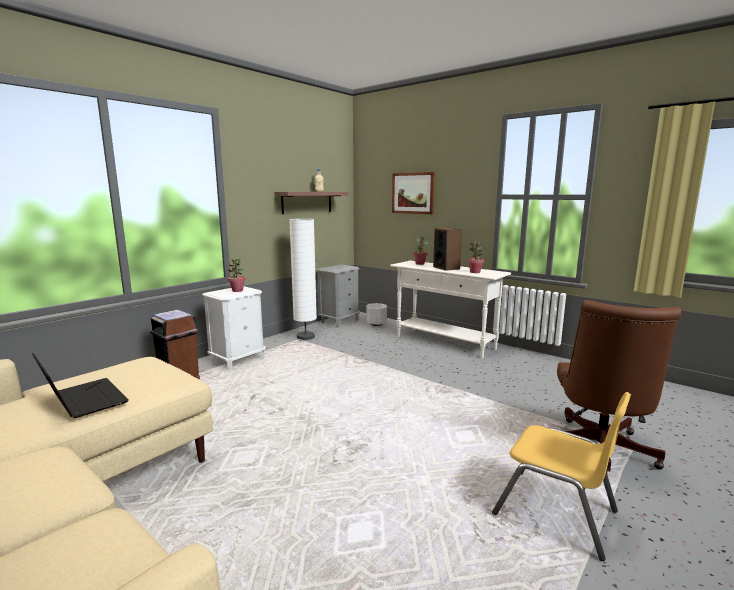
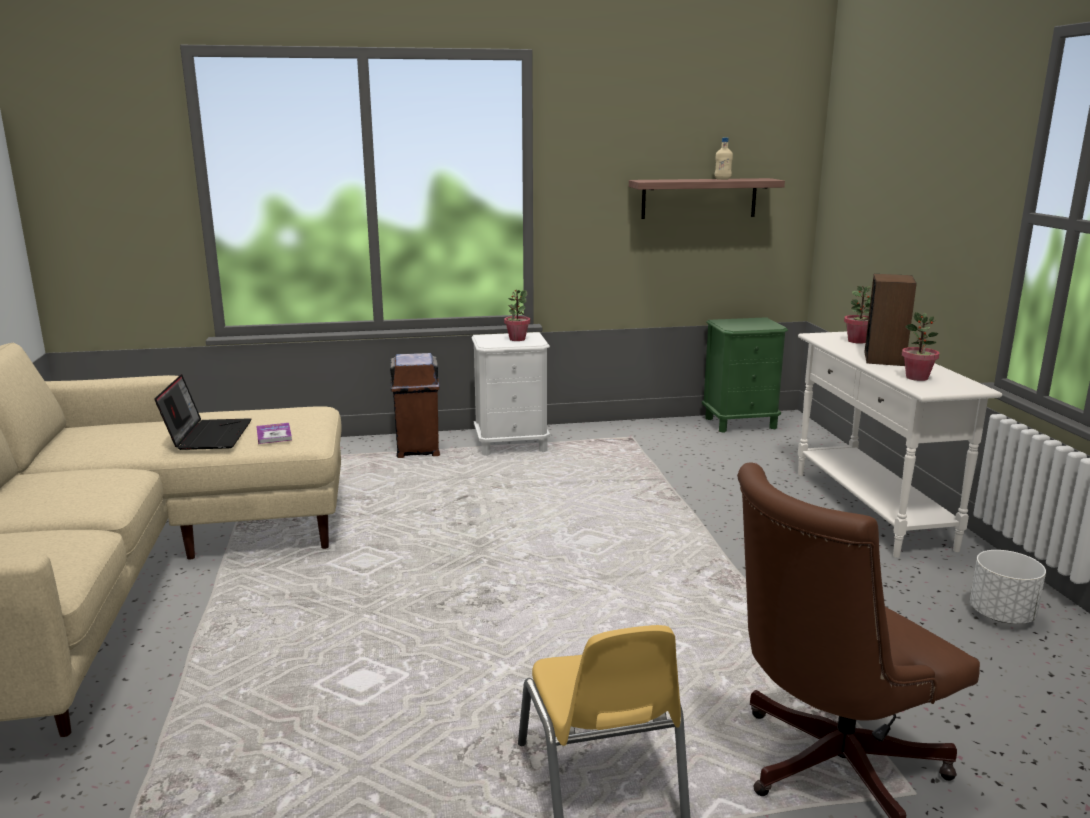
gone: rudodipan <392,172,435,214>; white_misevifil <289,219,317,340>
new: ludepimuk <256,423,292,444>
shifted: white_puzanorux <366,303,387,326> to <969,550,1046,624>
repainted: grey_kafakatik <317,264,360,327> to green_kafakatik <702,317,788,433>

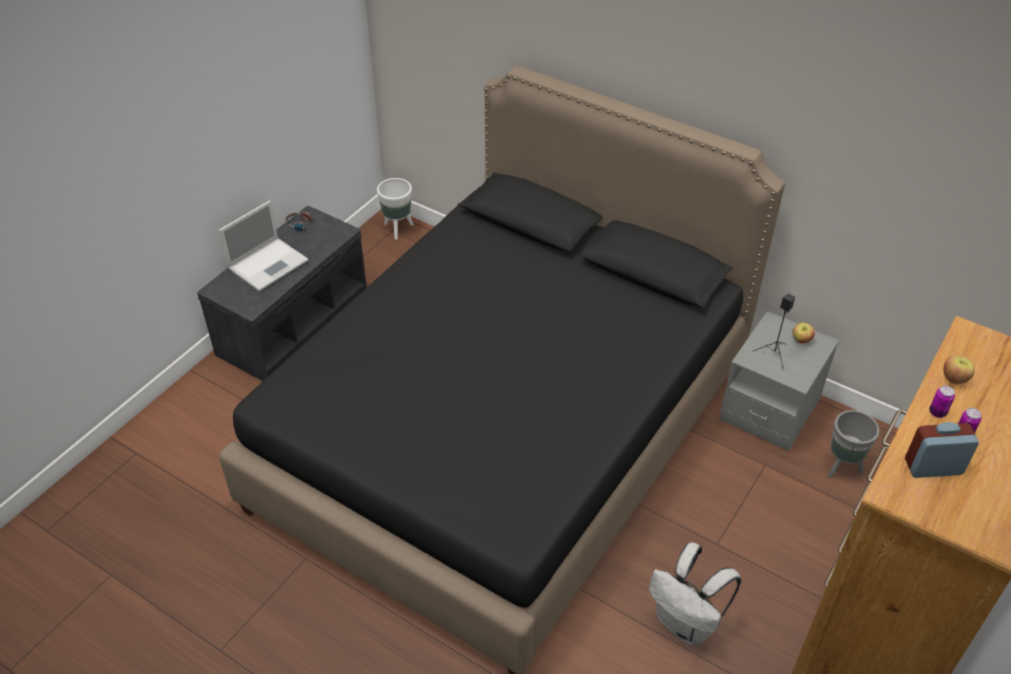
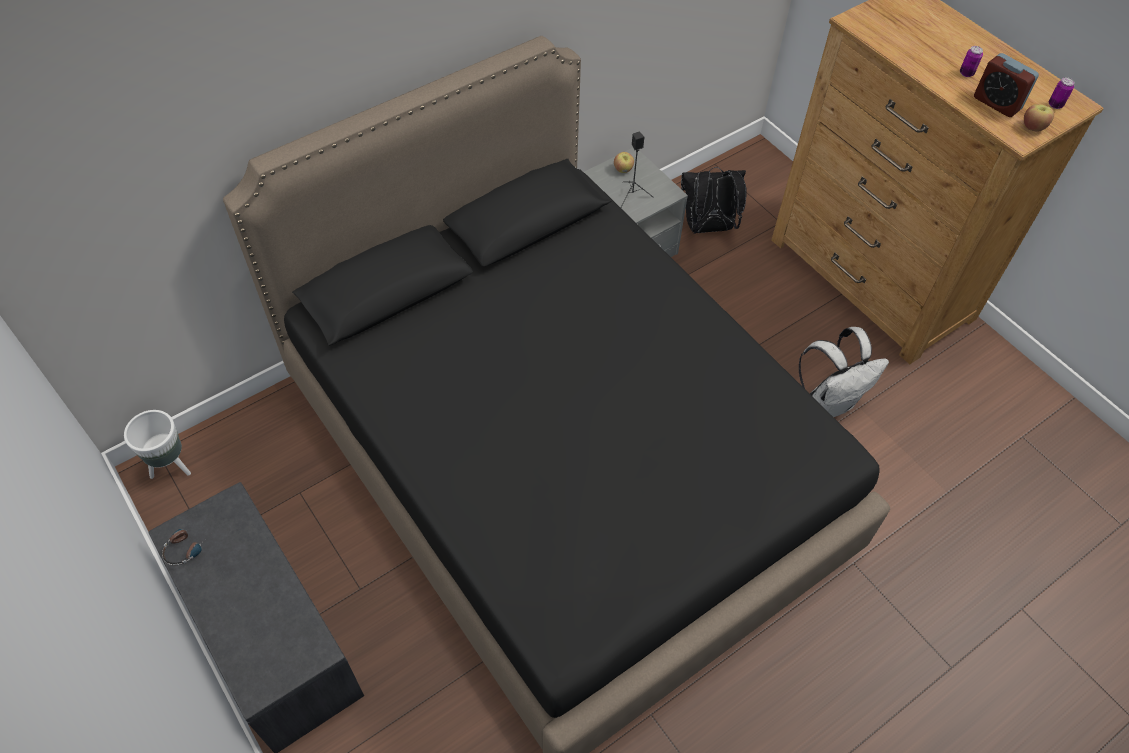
gone: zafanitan <218,201,309,291>
shifted: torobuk <943,355,975,384> to <1024,104,1054,131>; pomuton <929,385,955,418> to <1049,77,1075,109>
swapped: grey_puzanorux <828,410,879,478> to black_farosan <681,167,747,234>
rotated: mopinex <905,422,979,478> = <974,53,1039,117> 60 degrees counterclockwise

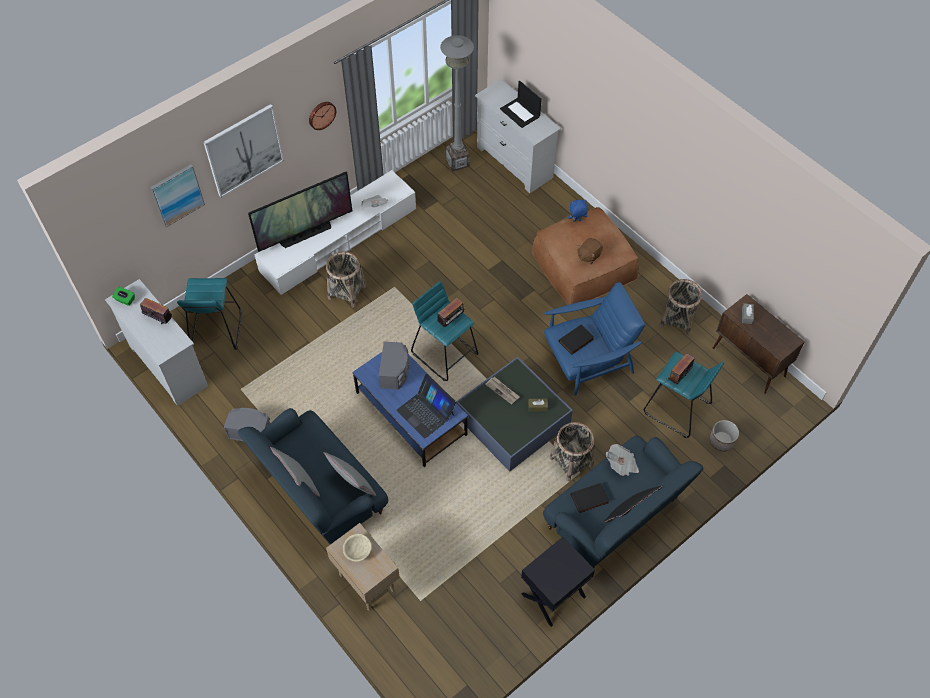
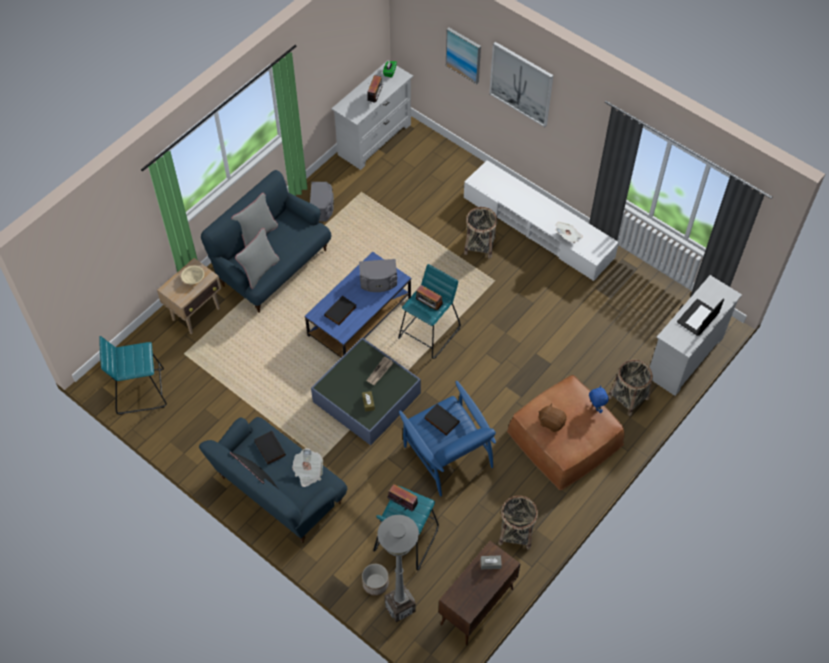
gone: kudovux <309,102,336,130>; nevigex <248,171,352,252>; black_kafakatik <521,537,595,627>
shifted: grey_misevifil <440,35,474,171> to <377,515,419,622>; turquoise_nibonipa <177,278,242,350> to <100,336,167,415>; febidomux <550,422,595,481> to <608,360,653,416>
swapped: zafanitan <396,374,456,439> to black_ludepimuk <324,296,357,325>

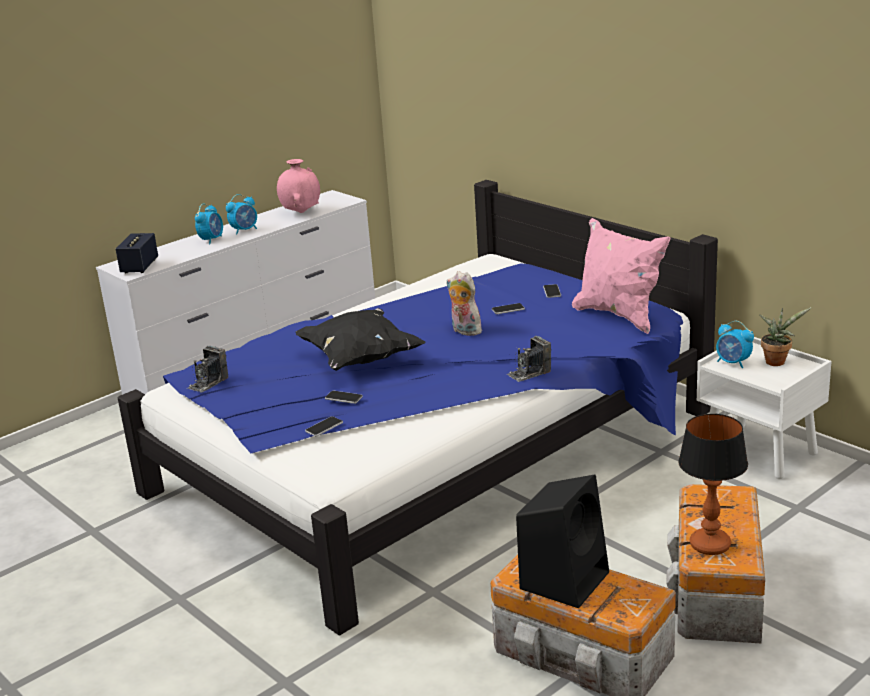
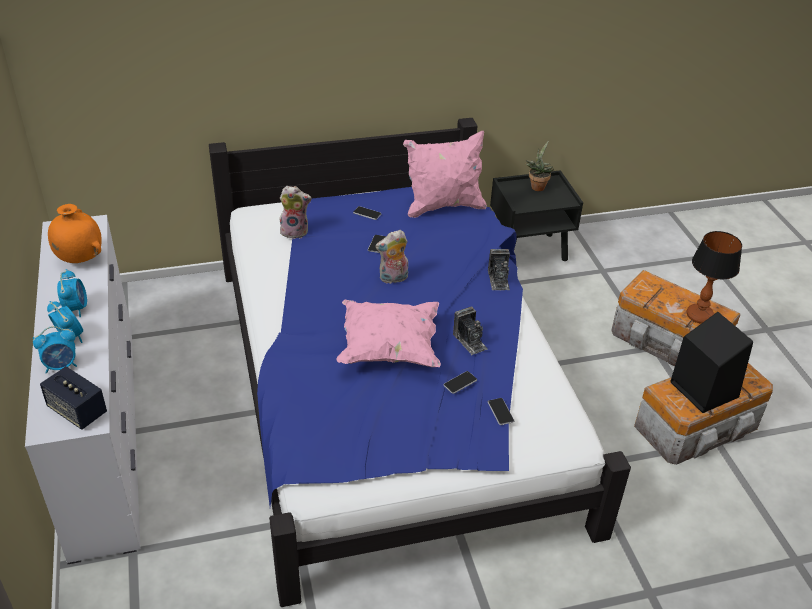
new: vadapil <280,186,312,239>
shifted: mopinex <716,321,754,368> to <33,326,77,374>; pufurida <187,346,228,392> to <453,307,488,355>
repainted: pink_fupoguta <277,159,320,213> to orange_fupoguta <48,204,102,263>; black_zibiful <295,308,426,371> to pink_zibiful <336,300,441,367>; white_kafakatik <697,337,832,479> to black_kafakatik <490,170,583,261>

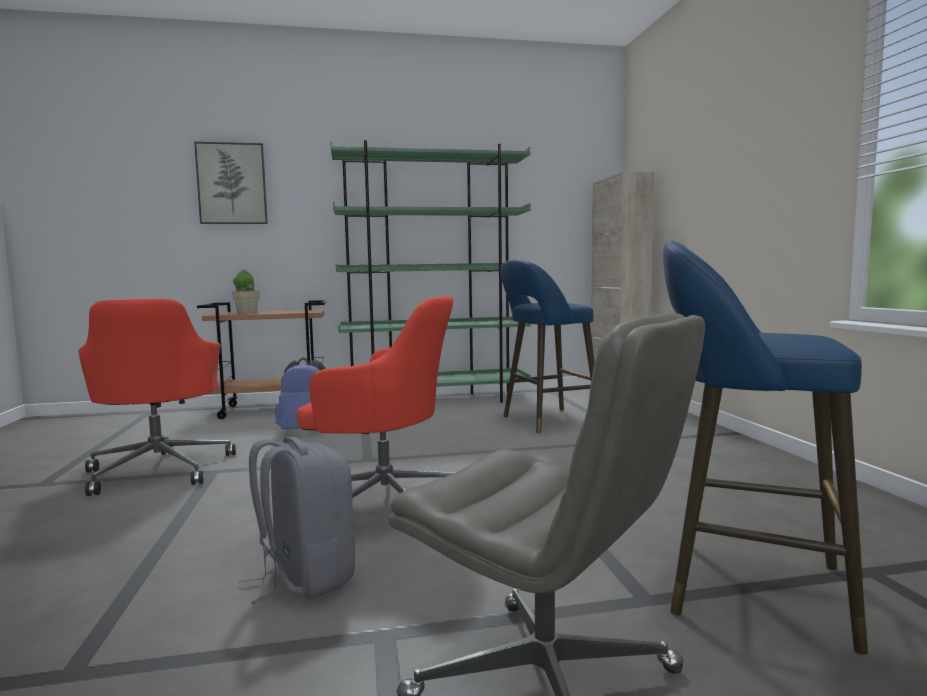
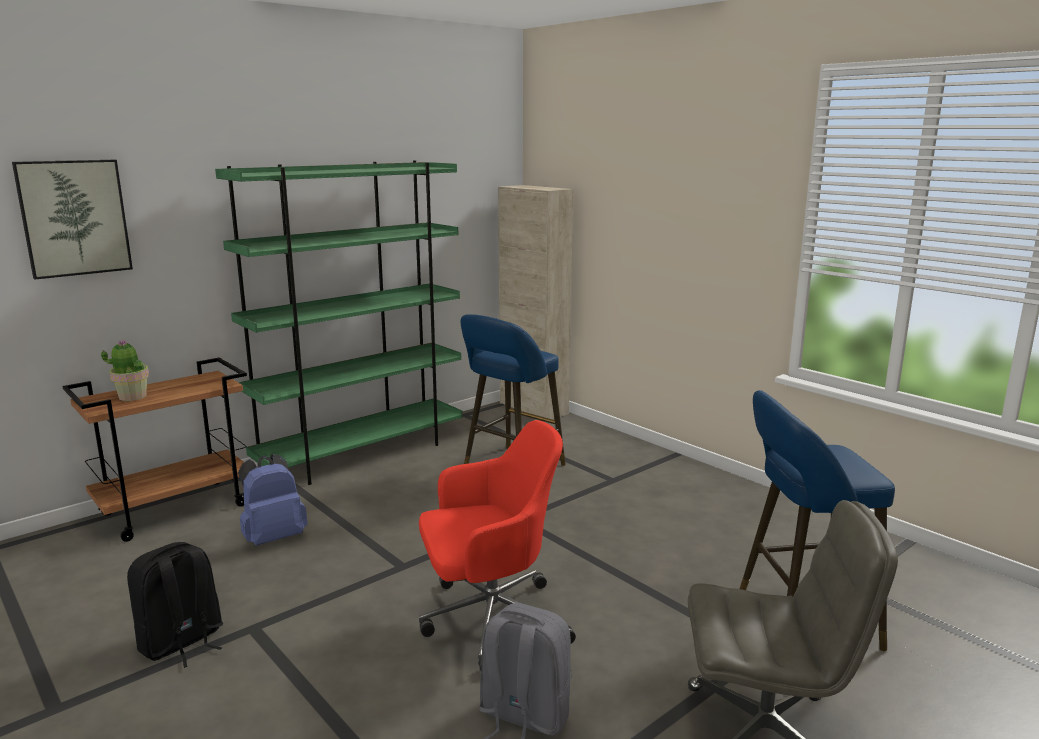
swapped: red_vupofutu <79,299,236,496> to black_farosan <127,542,223,668>

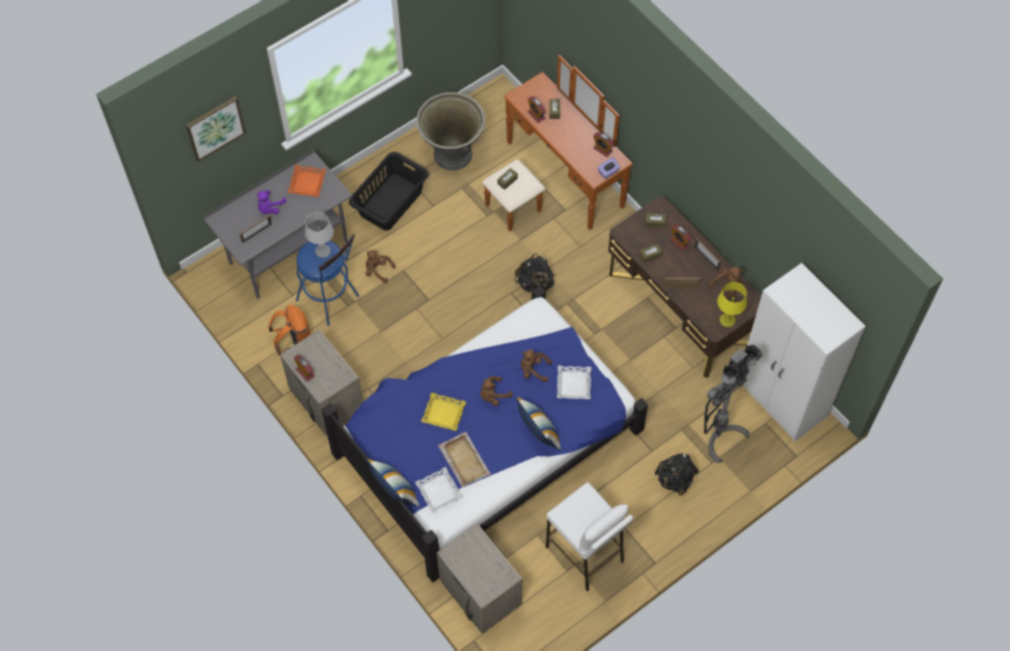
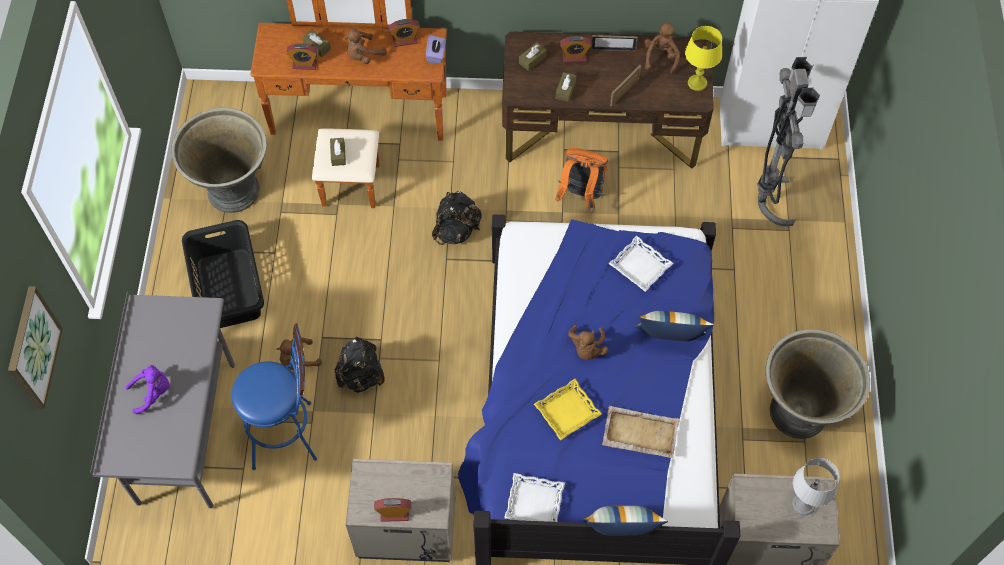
gone: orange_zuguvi <288,165,326,197>; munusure <239,215,272,243>
shifted: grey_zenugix <305,212,334,258> to <792,458,839,515>; orange_farosan <269,305,311,356> to <555,148,608,212>; brown_vadapil <521,349,552,382> to <345,28,387,64>; black_farosan <655,453,699,495> to <334,337,385,393>; white_zuguvi <415,467,463,513> to <504,473,565,522>
swapped: white_nibonipa <546,482,634,592> to grey_puzanorux <766,329,870,439>
rotated: purple_vadapil <257,190,286,214> = <126,365,169,414> 90 degrees counterclockwise

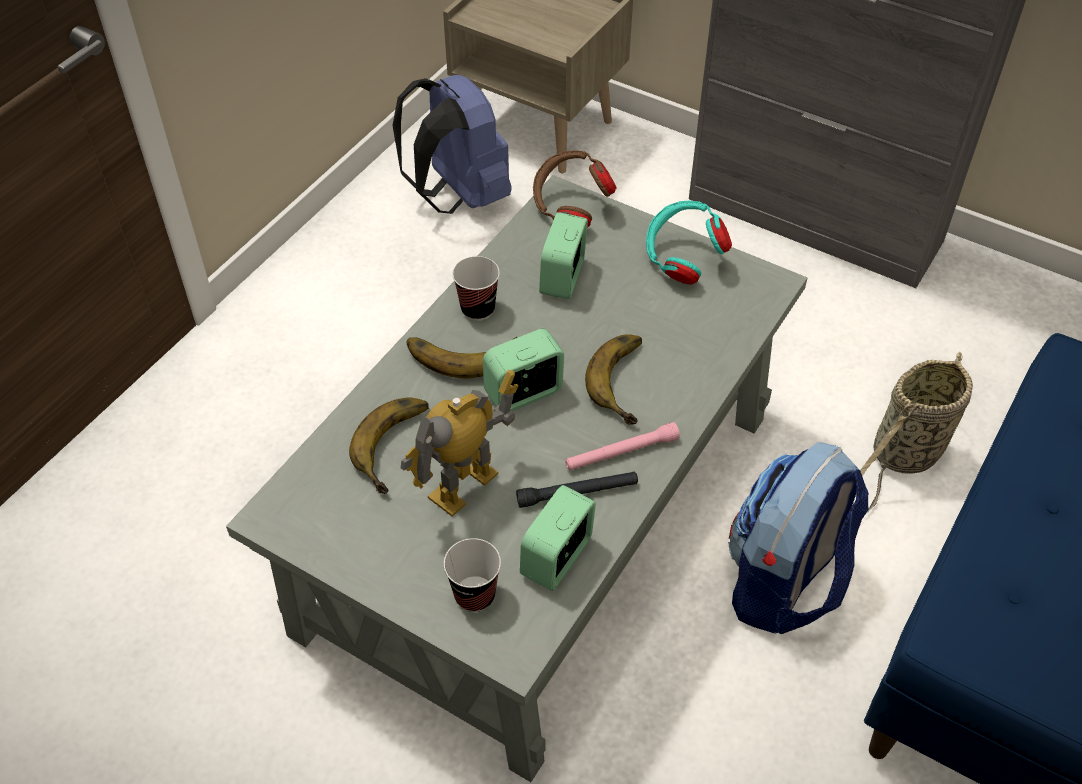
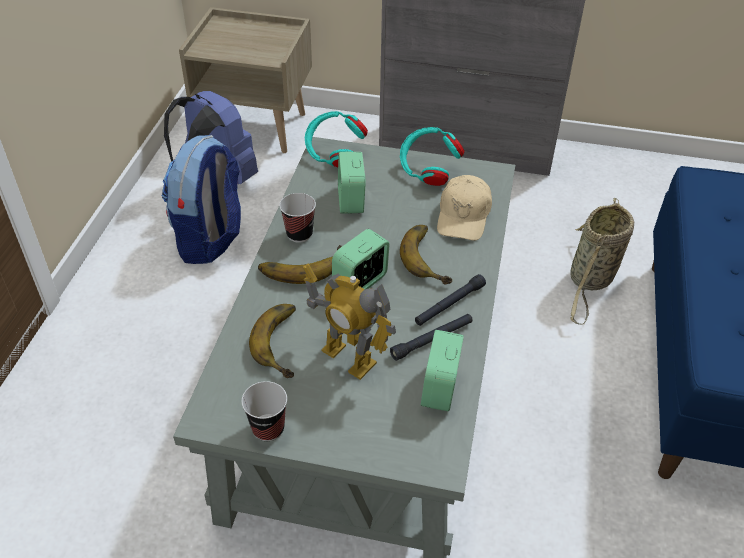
new: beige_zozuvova <437,175,492,241>
shifted: farosan <728,442,869,634> to <162,135,241,264>; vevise <443,538,501,612> to <241,381,287,441>
repainted: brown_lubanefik <533,150,616,228> to turquoise_lubanefik <305,111,368,167>; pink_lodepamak <565,422,680,471> to black_lodepamak <415,274,486,326>
rotated: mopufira <401,370,519,517> = <303,264,396,380> 75 degrees counterclockwise

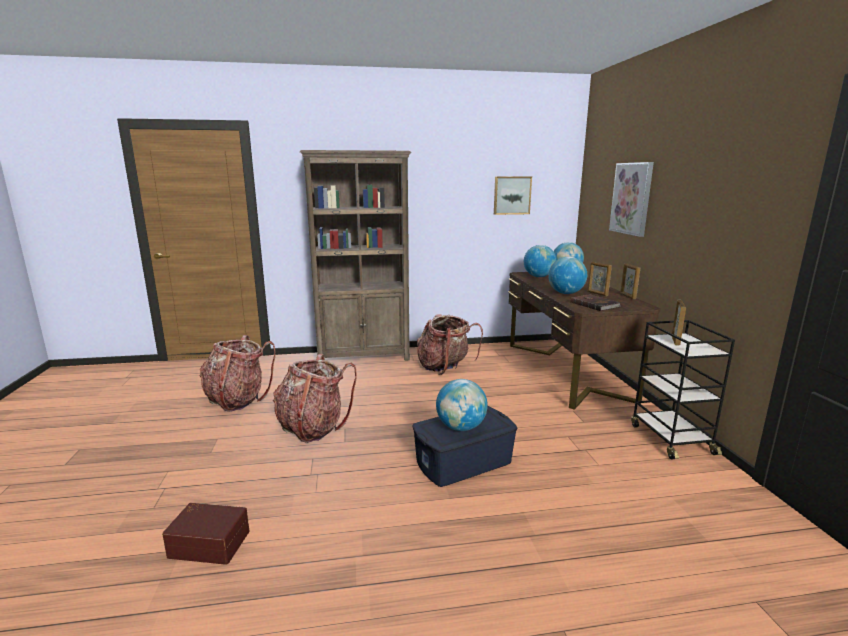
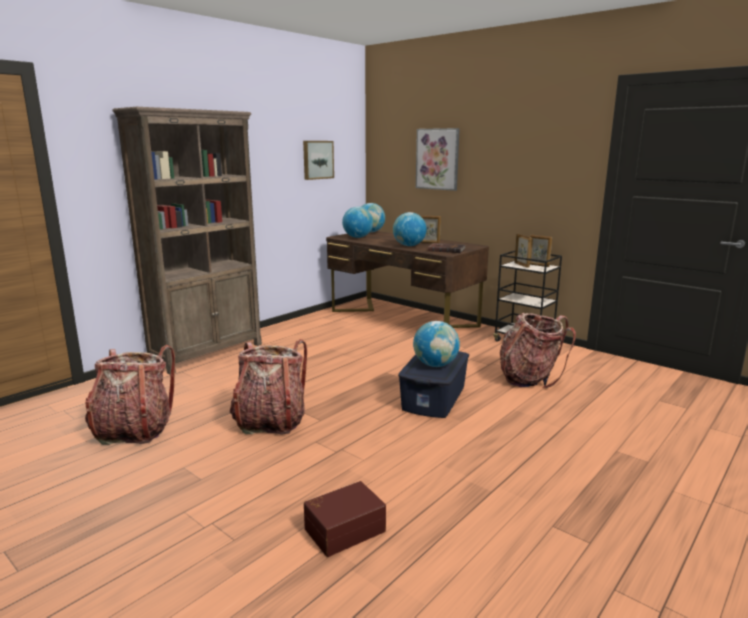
shifted: munusure <620,263,640,299> to <530,235,552,267>; farosan <417,314,483,375> to <500,313,576,388>

